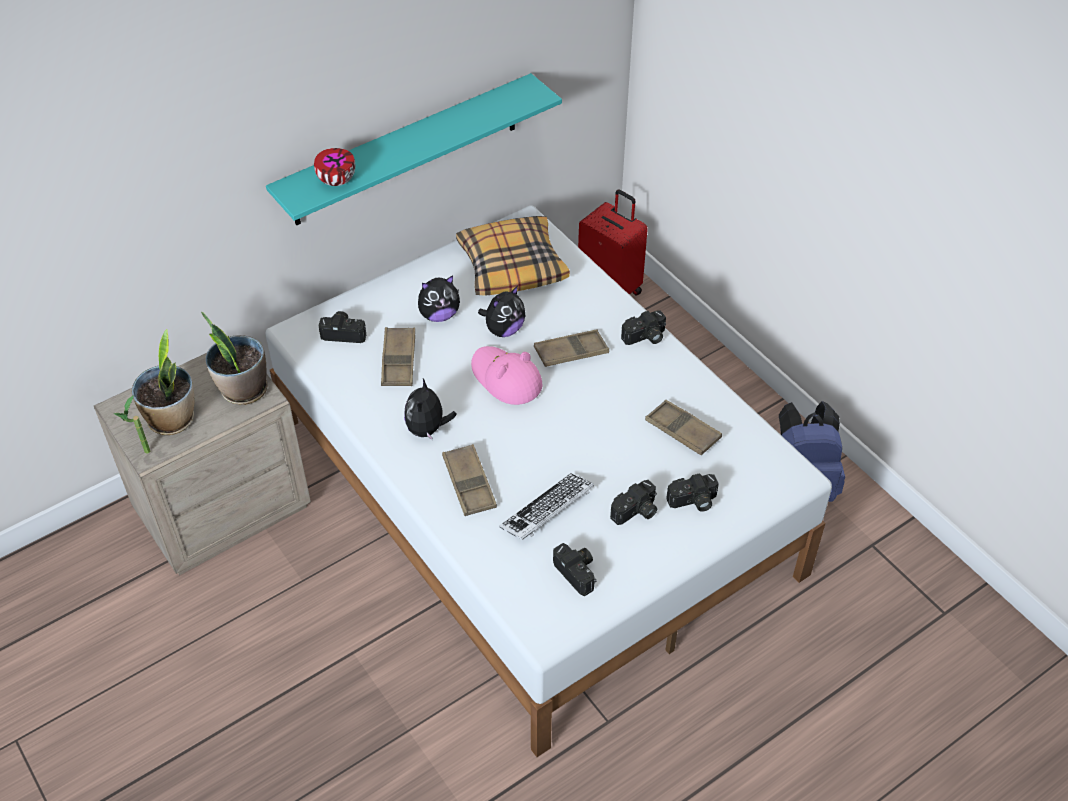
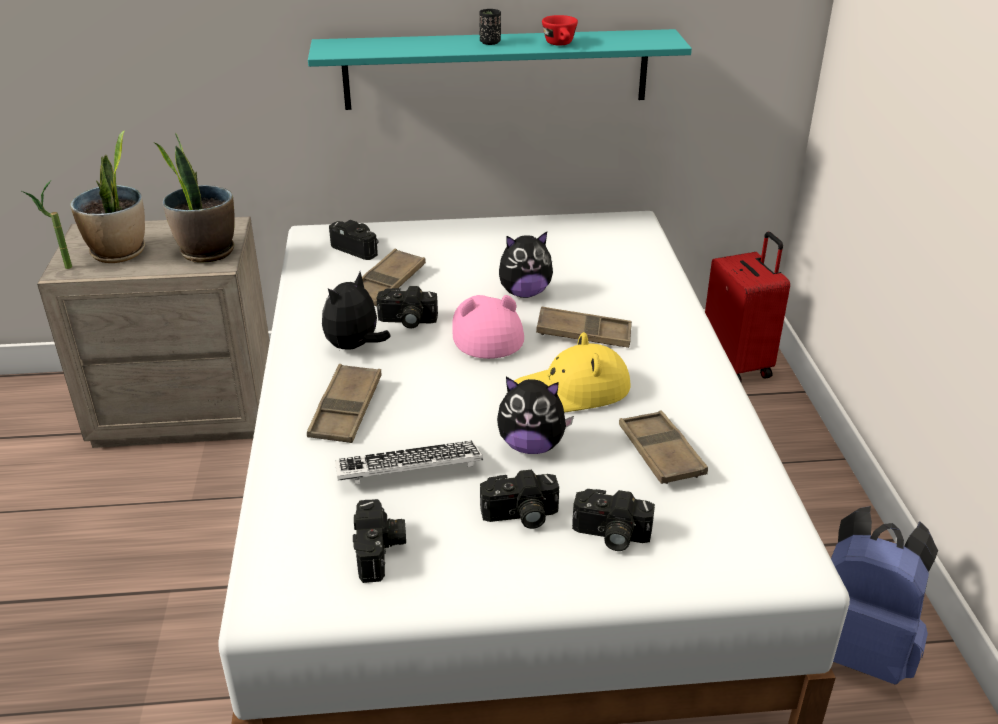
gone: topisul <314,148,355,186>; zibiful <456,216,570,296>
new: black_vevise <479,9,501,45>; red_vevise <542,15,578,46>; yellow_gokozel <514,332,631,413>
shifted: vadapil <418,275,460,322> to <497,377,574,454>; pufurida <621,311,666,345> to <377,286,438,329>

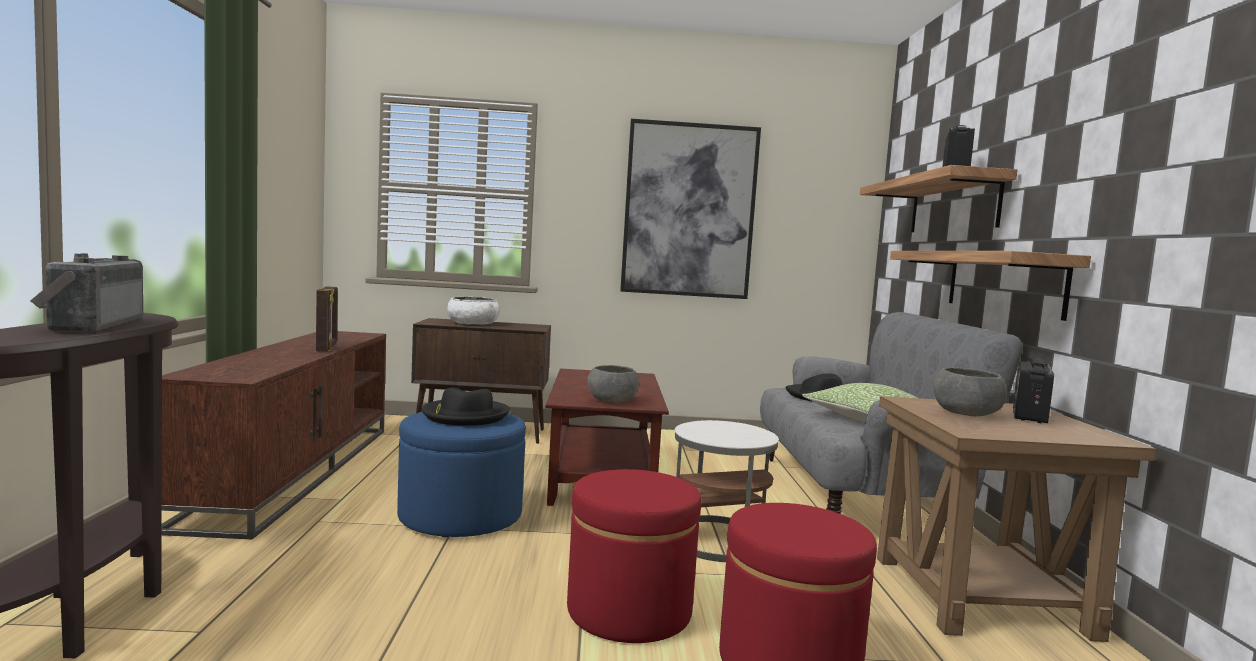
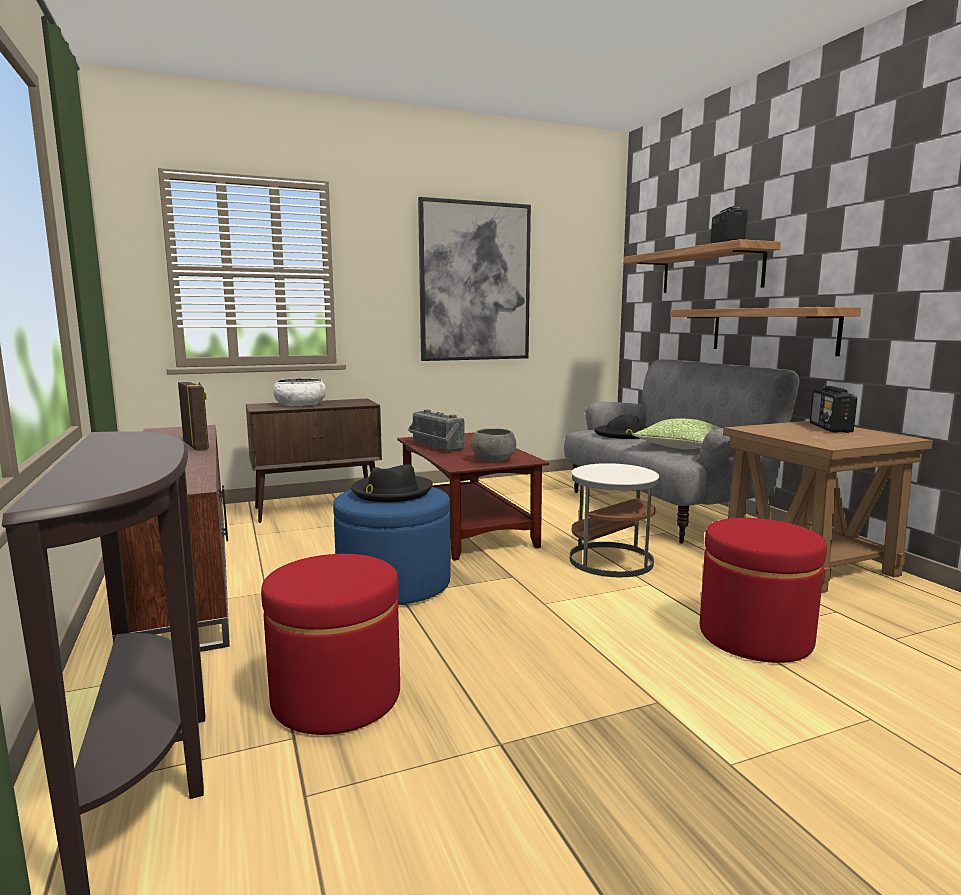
gone: grey_topisul <934,368,1007,416>
shifted: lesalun <31,253,143,333> to <408,409,465,452>; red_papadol <567,469,701,643> to <261,554,400,735>

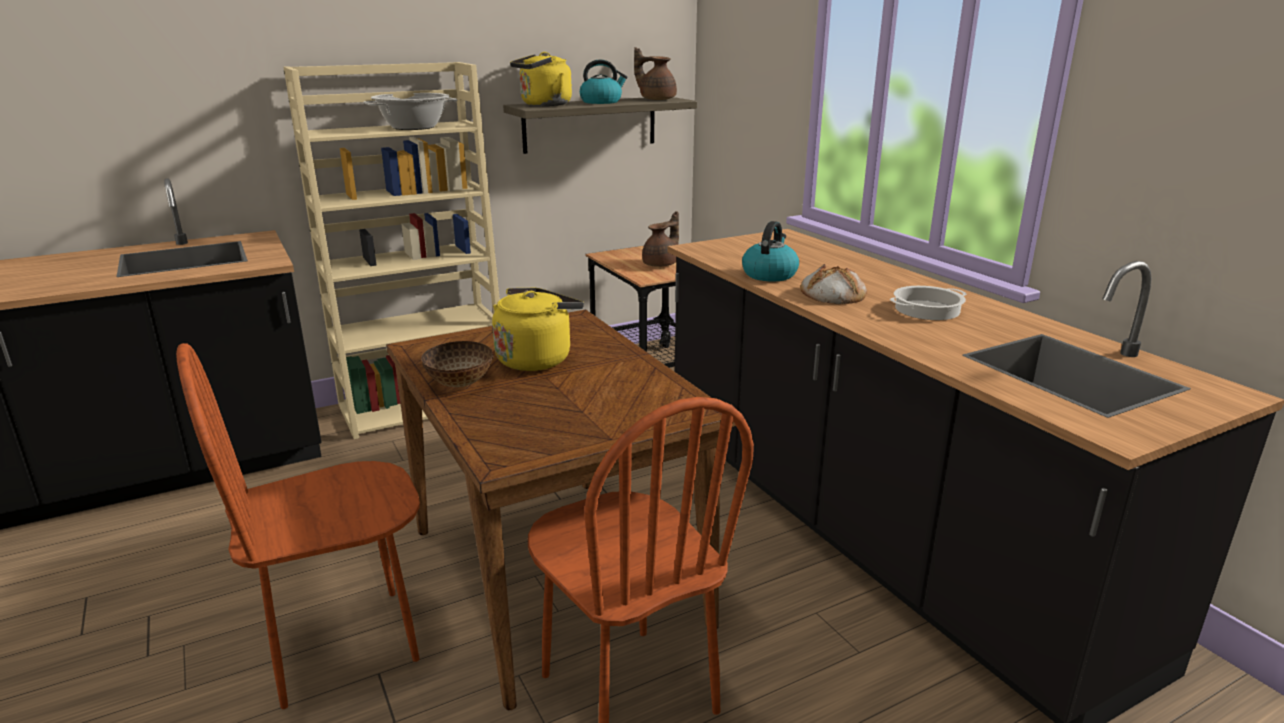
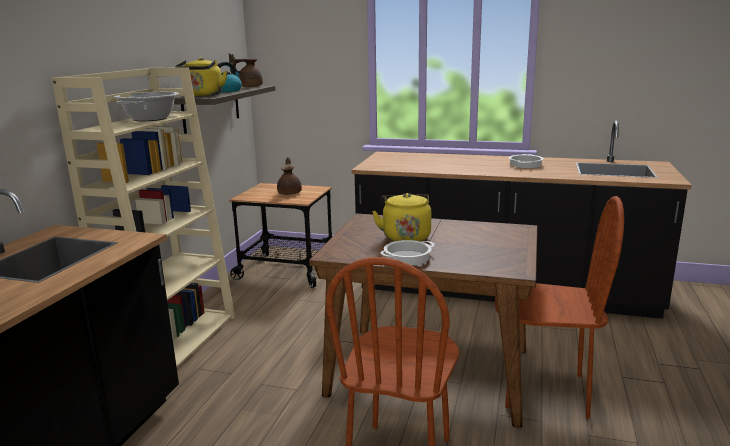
gone: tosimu <742,221,799,282>; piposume <801,264,867,304>
swapped: topisul <421,341,494,387> to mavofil <380,240,435,266>

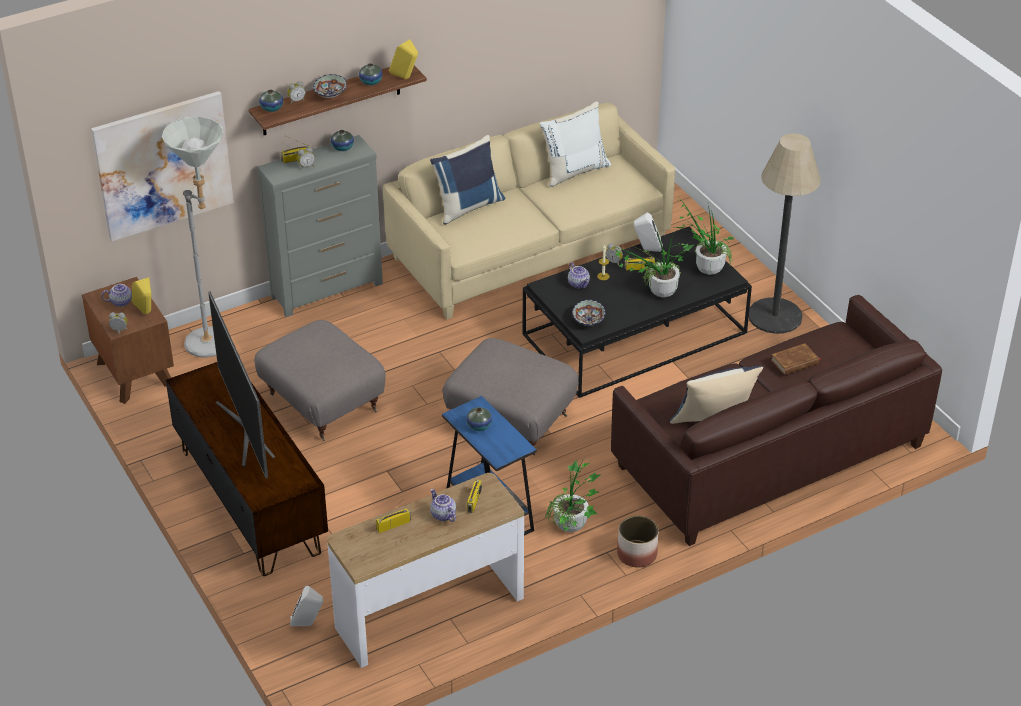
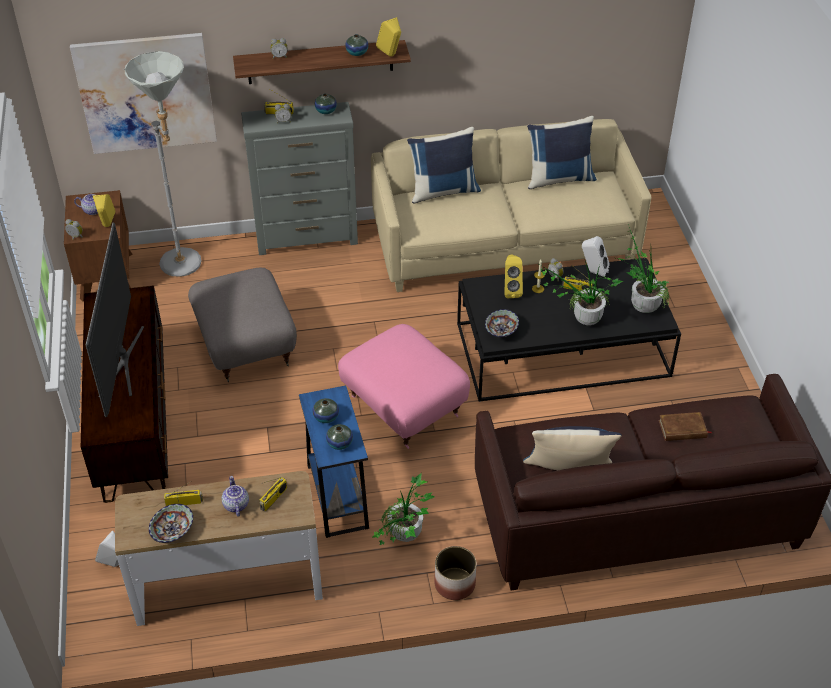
gone: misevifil <749,133,821,334>
shifted: topisul <313,74,347,98> to <149,504,193,543>; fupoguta <259,90,283,112> to <326,424,353,450>
swapped: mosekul <568,262,590,288> to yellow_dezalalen <504,254,523,298>
repainted: white_zibiful <539,101,611,187> to blue_zibiful <527,116,597,189>; grey_papadol <442,338,578,455> to pink_papadol <338,324,470,449>

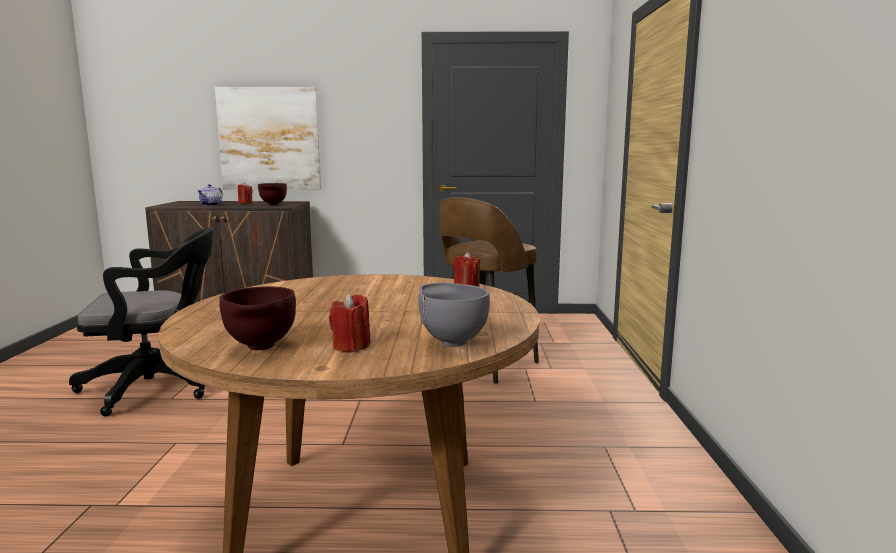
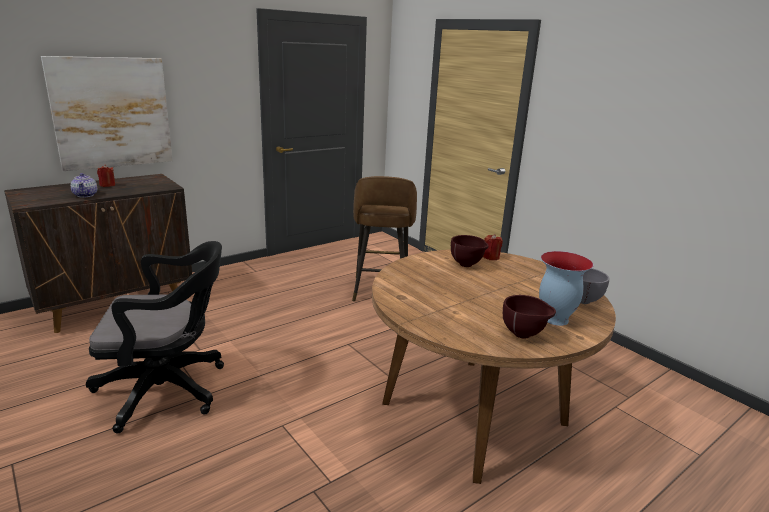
shifted: brown_topisul <258,183,287,205> to <451,235,488,267>
swapped: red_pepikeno <329,293,370,352> to fupoguta <539,251,593,326>
rotated: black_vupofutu <69,227,214,417> = <86,241,224,433> 45 degrees clockwise

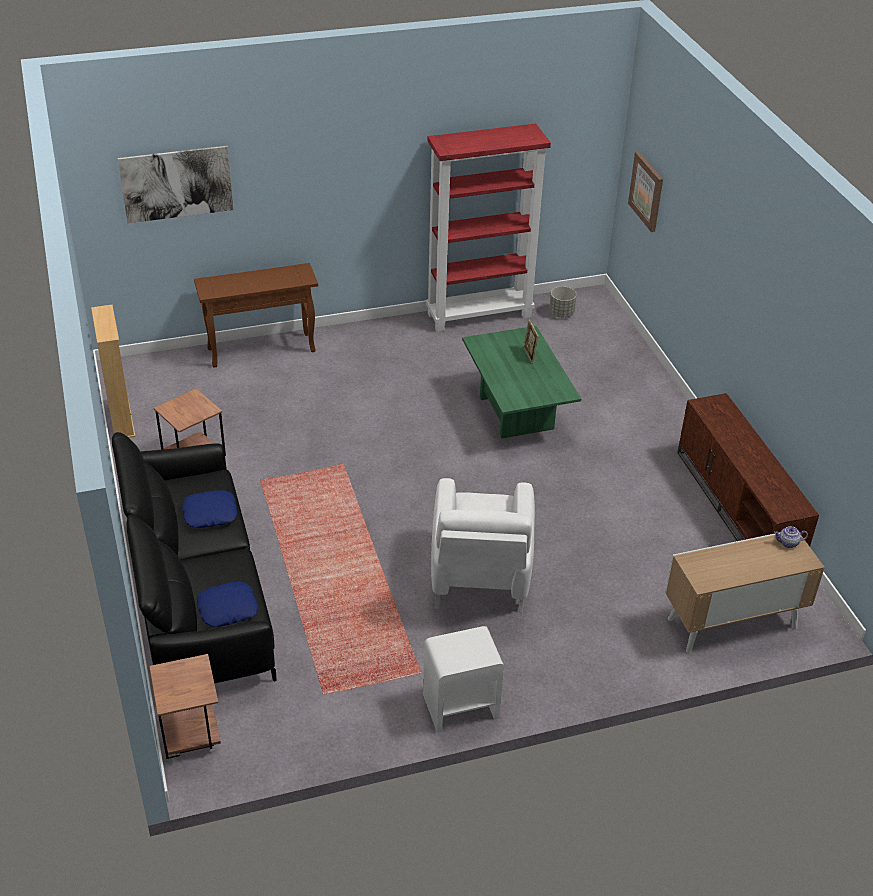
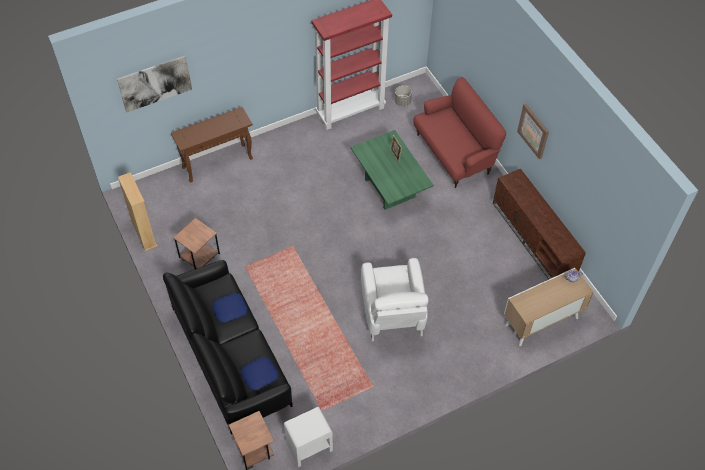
new: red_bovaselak <413,77,506,188>
shifted: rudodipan <628,152,663,232> to <517,104,549,159>; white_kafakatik <423,626,504,733> to <284,407,333,467>

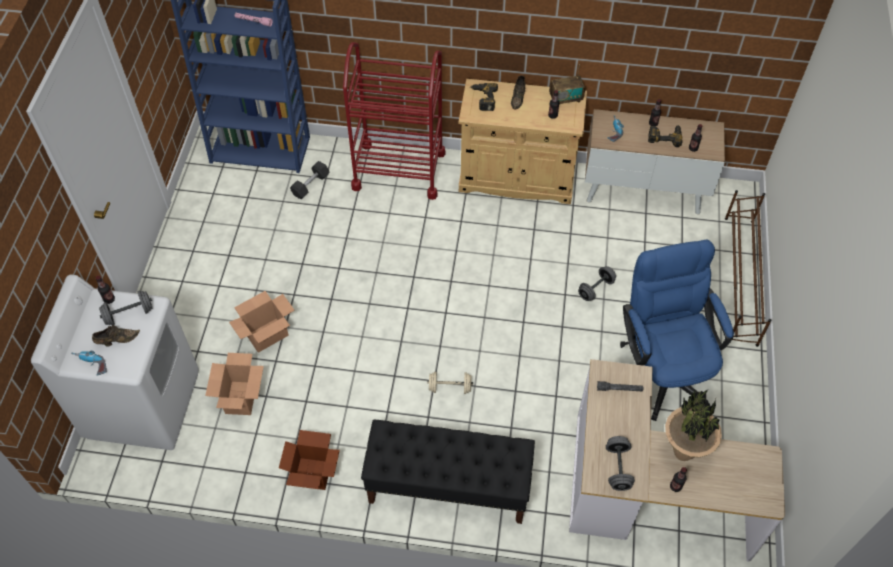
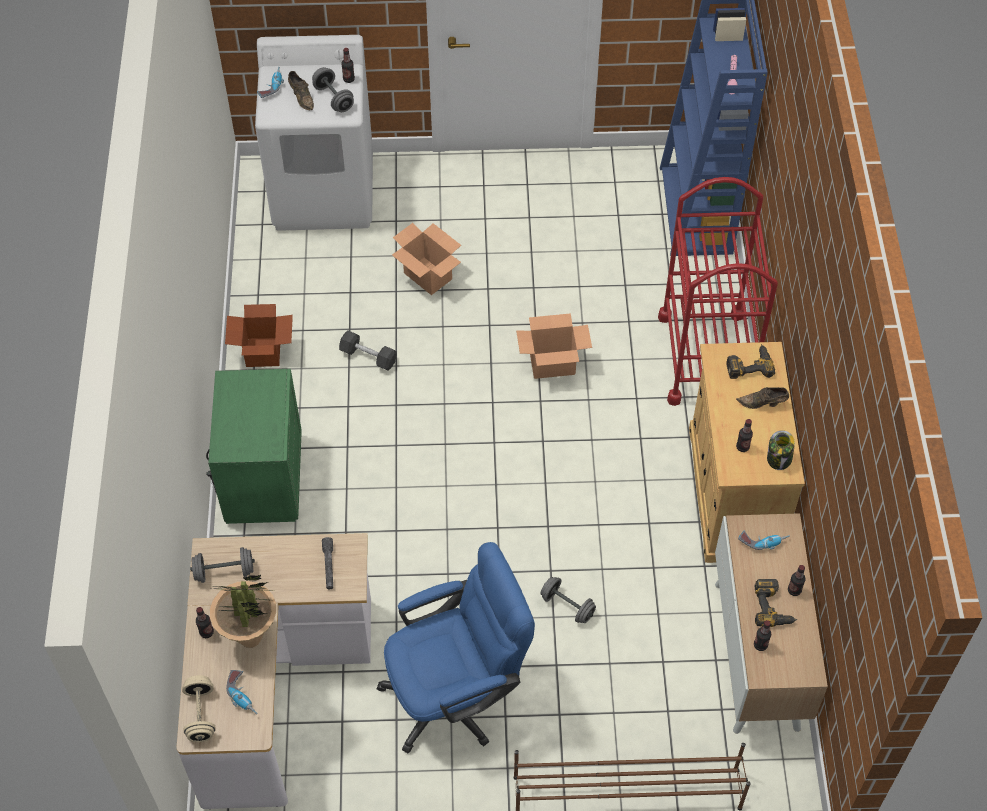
new: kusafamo <226,670,258,715>
shifted: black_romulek <290,161,330,199> to <339,331,397,370>; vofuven <205,353,264,415> to <516,313,592,379>; beige_romulek <427,372,473,394> to <182,675,216,742>
swapped: lesalun <549,64,585,104> to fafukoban <767,430,795,470>; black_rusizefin <361,420,535,524> to green_kafakatik <206,369,302,524>

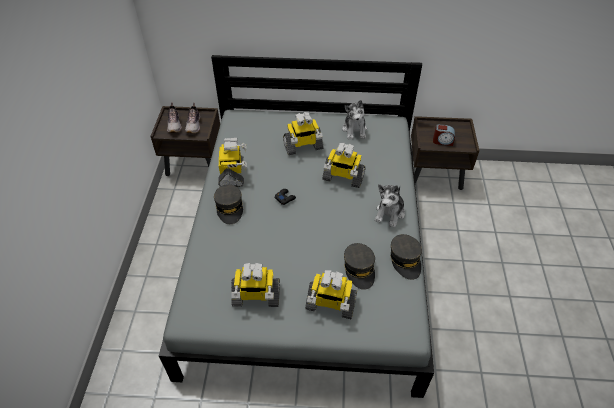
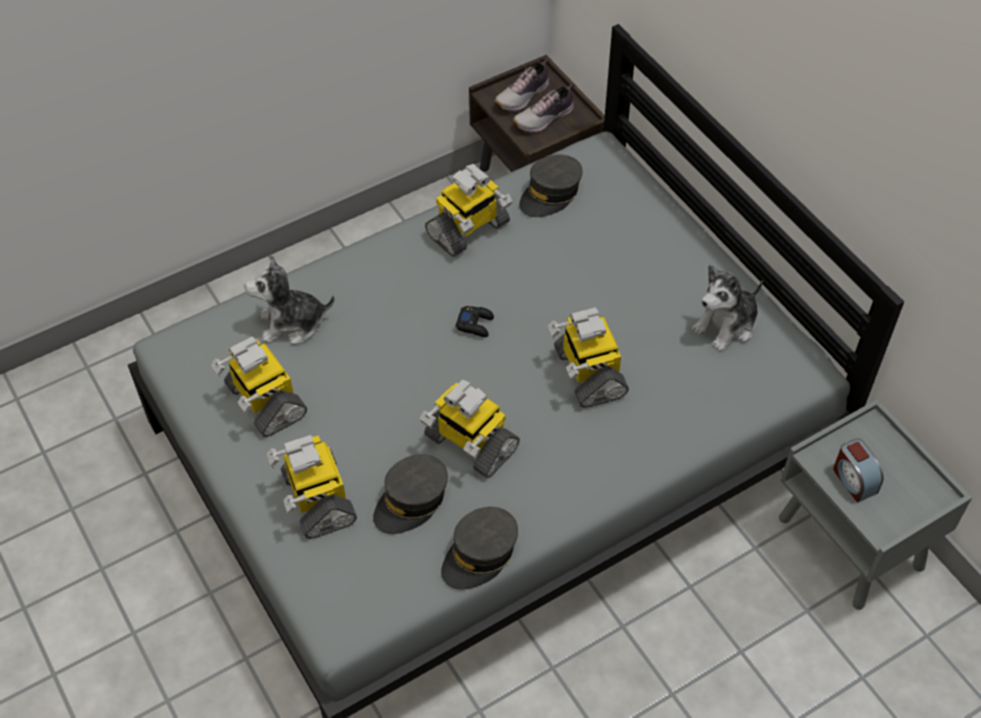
shifted: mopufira <283,112,323,155> to <420,380,520,478>; vadapil <375,184,405,228> to <244,255,335,345>; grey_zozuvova <214,185,243,224> to <519,155,583,217>
repainted: brown_kafakatik <411,116,480,190> to grey_kafakatik <779,399,972,610>

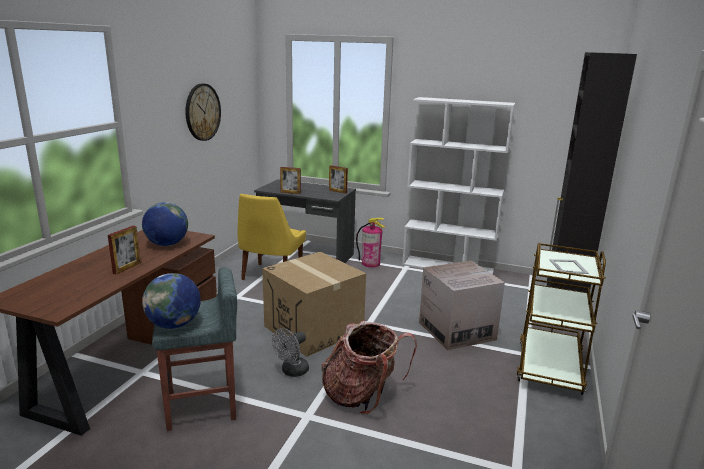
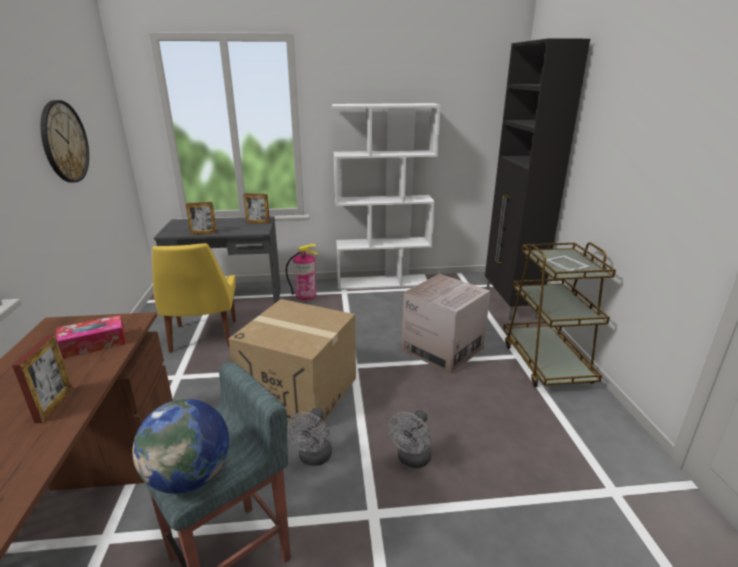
swapped: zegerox <142,202,188,246> to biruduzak <56,315,126,359>; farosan <322,321,417,414> to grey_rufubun <388,410,431,468>

